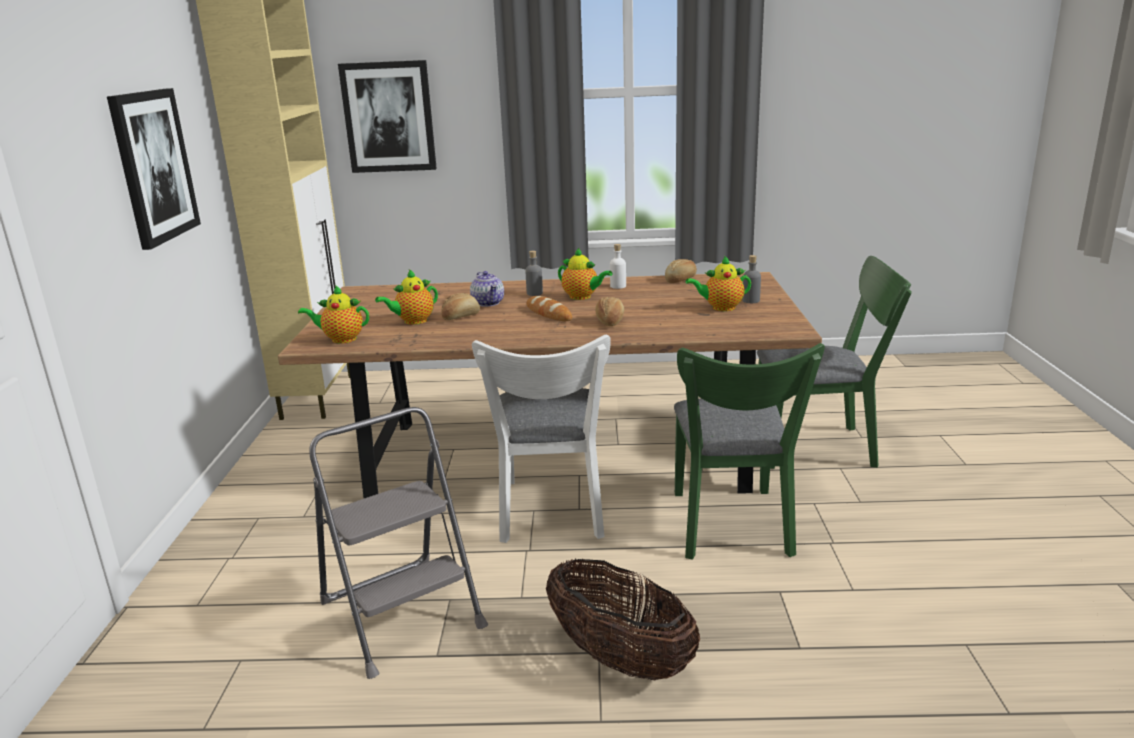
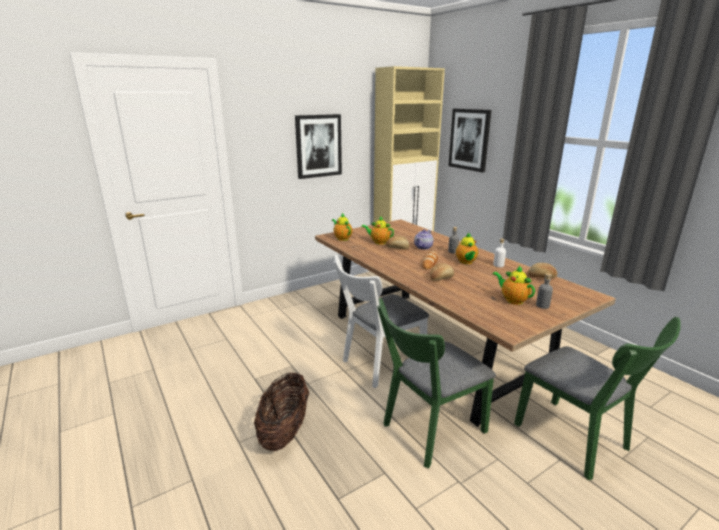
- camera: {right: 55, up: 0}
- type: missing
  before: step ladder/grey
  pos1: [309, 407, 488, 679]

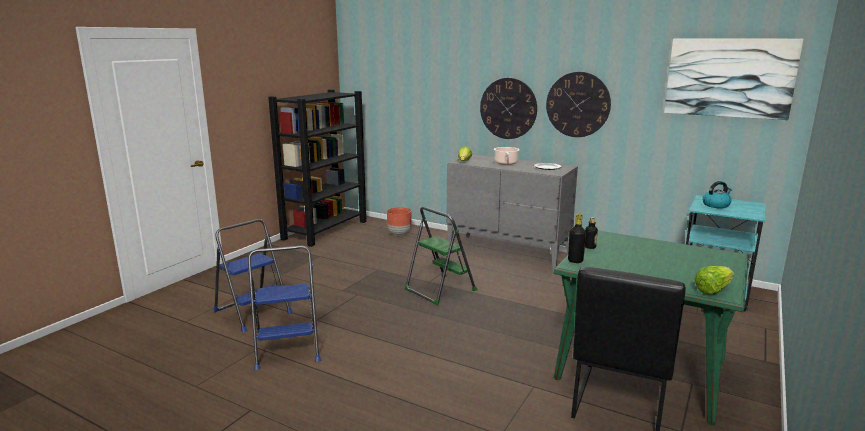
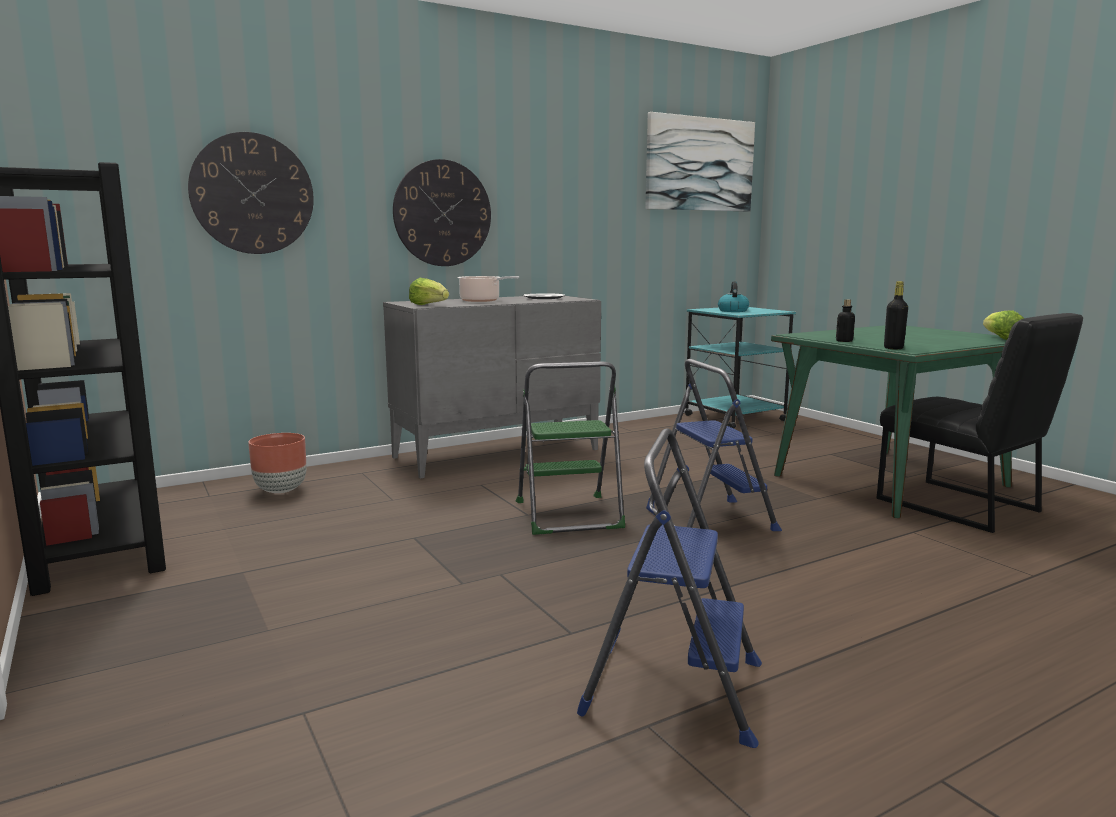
- camera: {right: -60, up: -5}
- type: relocated
  before: step ladder/blue
  pos1: [214, 219, 293, 332]
  pos2: [646, 359, 782, 531]
- type: relocated
  before: wall clock
  pos1: [546, 72, 611, 137]
  pos2: [188, 132, 314, 254]

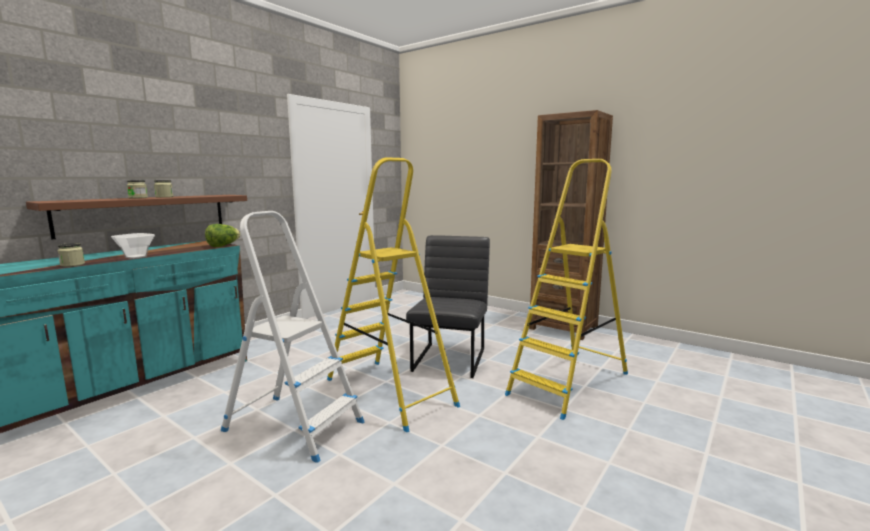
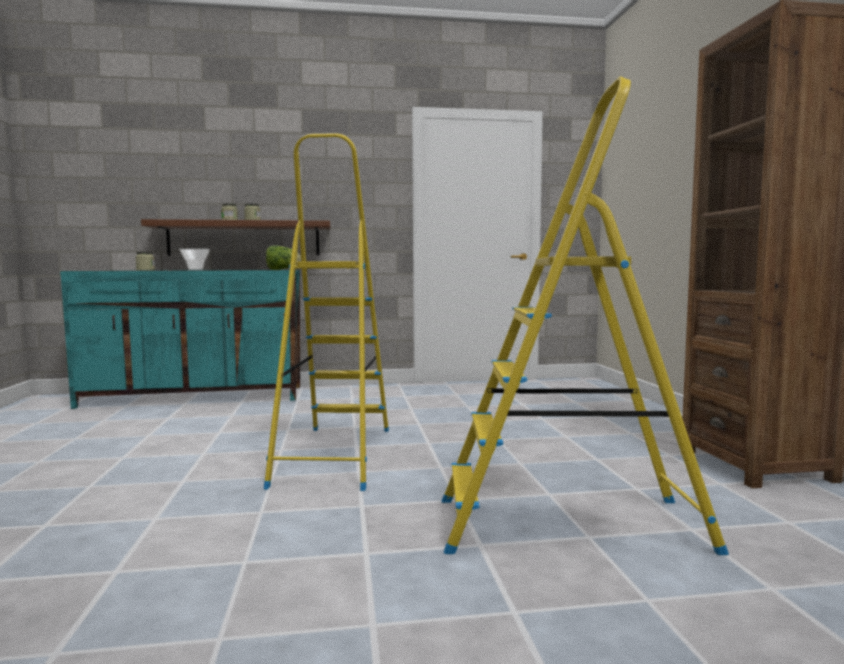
- camera: {right: 45, up: -5}
- type: missing
  before: step ladder/white
  pos1: [221, 211, 365, 463]
- type: missing
  before: chair/grey
  pos1: [406, 235, 490, 378]

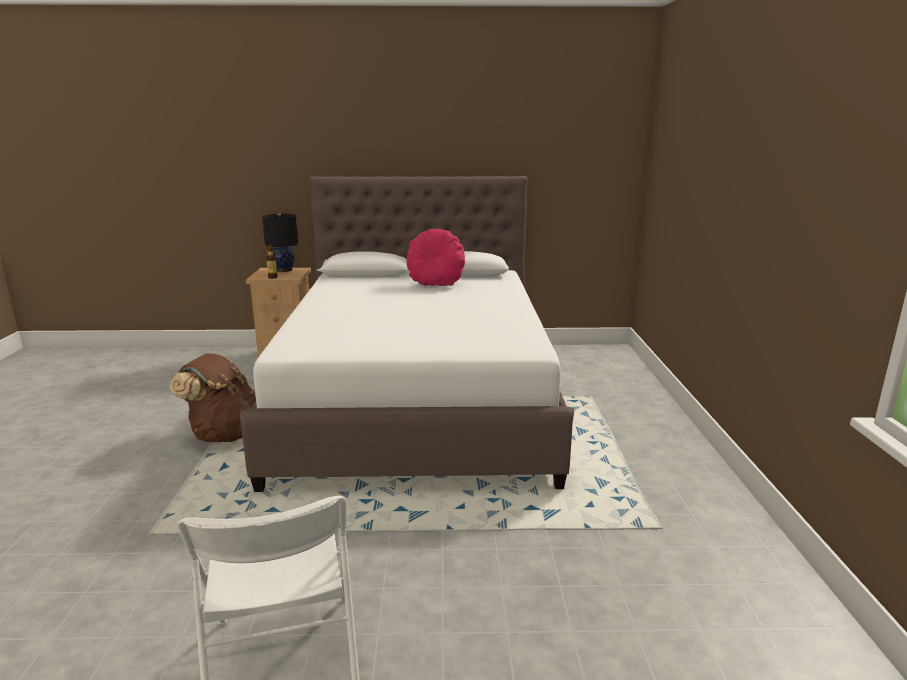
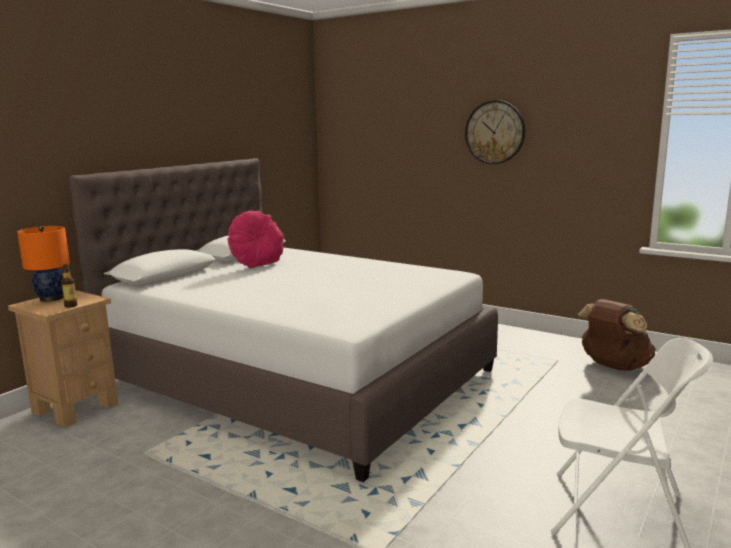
- camera: {right: -55, up: -5}
- type: appeared
  after: wall clock
  pos2: [465, 100, 525, 164]
- type: relocated
  before: backpack/brown
  pos1: [169, 354, 256, 442]
  pos2: [577, 299, 656, 371]
- type: colour
  before: table lamp/black
  after: table lamp/orange
  pos1: [262, 213, 298, 272]
  pos2: [17, 226, 70, 302]

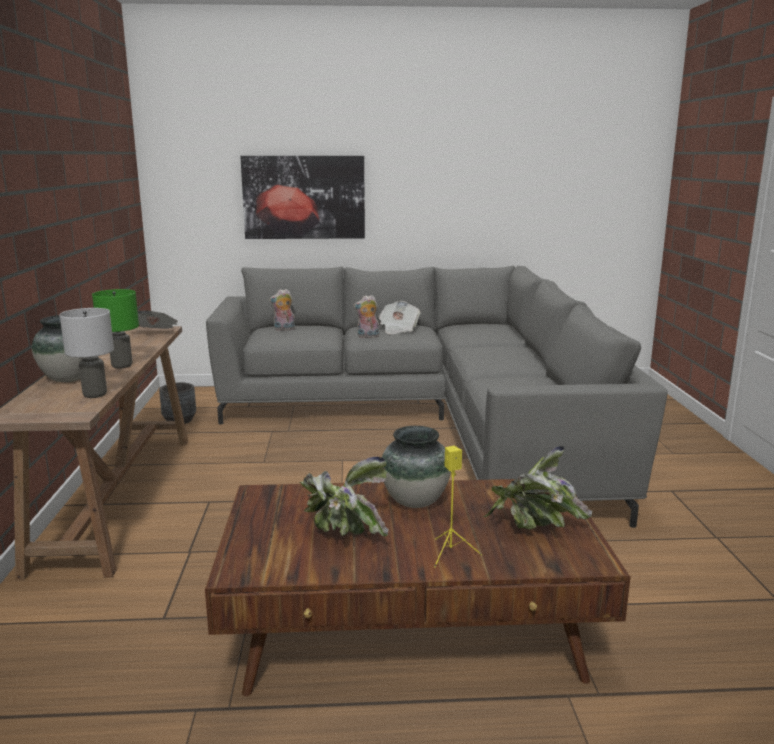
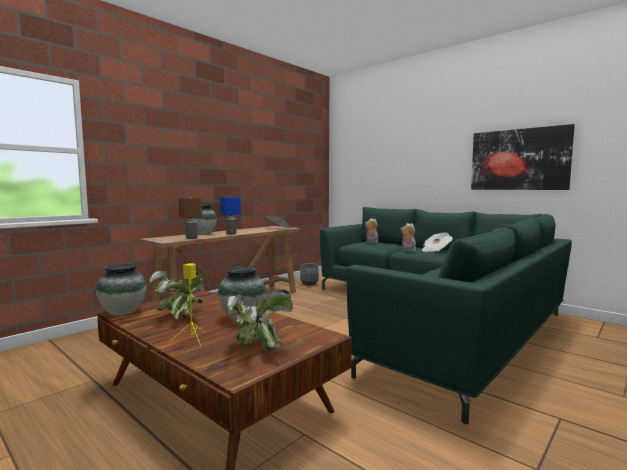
- camera: {right: 45, up: -10}
- type: appeared
  after: vase
  pos2: [96, 264, 147, 315]
- type: relocated
  before: picture
  pos1: [240, 156, 365, 239]
  pos2: [471, 124, 575, 190]
- type: colour
  before: table lamp/white
  after: table lamp/brown
  pos1: [59, 308, 114, 398]
  pos2: [179, 197, 202, 239]
- type: colour
  before: table lamp/green
  after: table lamp/blue
  pos1: [92, 289, 139, 369]
  pos2: [220, 196, 241, 235]
- type: colour
  before: sofa/grey
  after: sofa/green
  pos1: [206, 266, 668, 528]
  pos2: [320, 207, 572, 424]

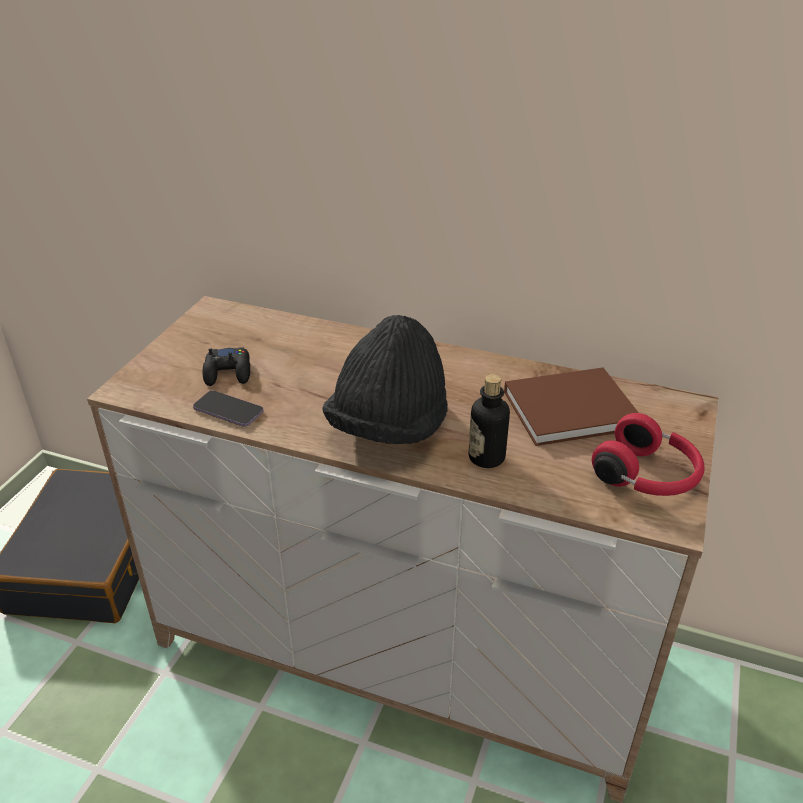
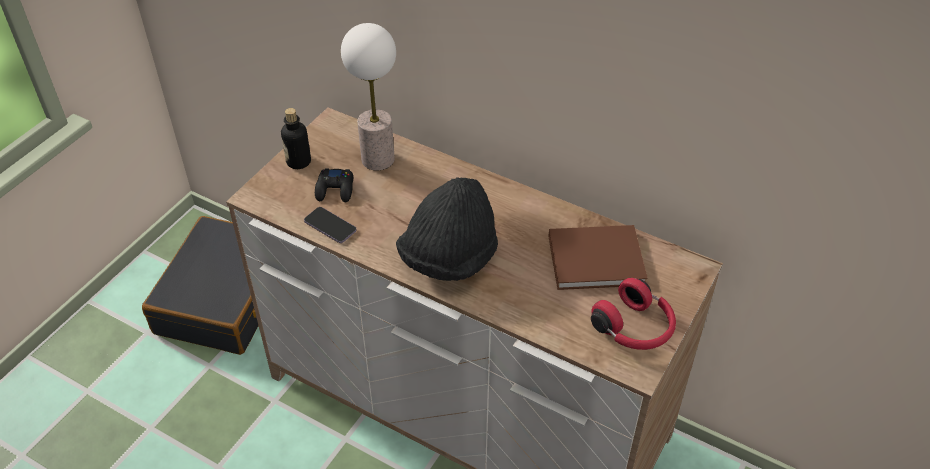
- camera: {right: 10, up: 10}
- type: appeared
  after: table lamp
  pos2: [341, 23, 396, 170]
- type: relocated
  before: bottle
  pos1: [468, 374, 510, 468]
  pos2: [281, 108, 311, 169]

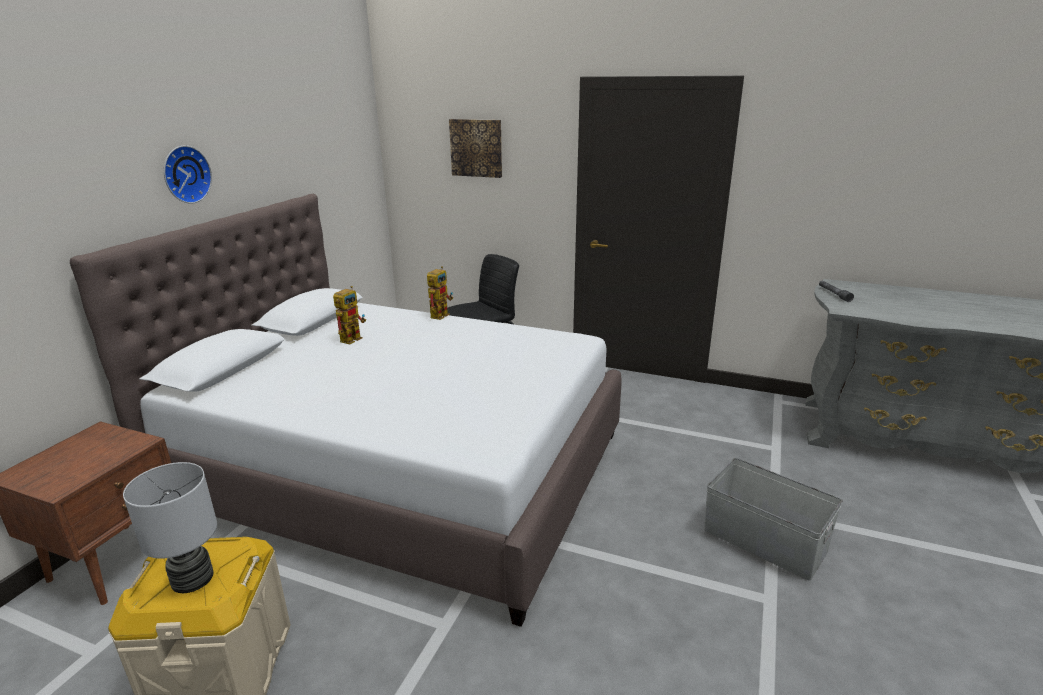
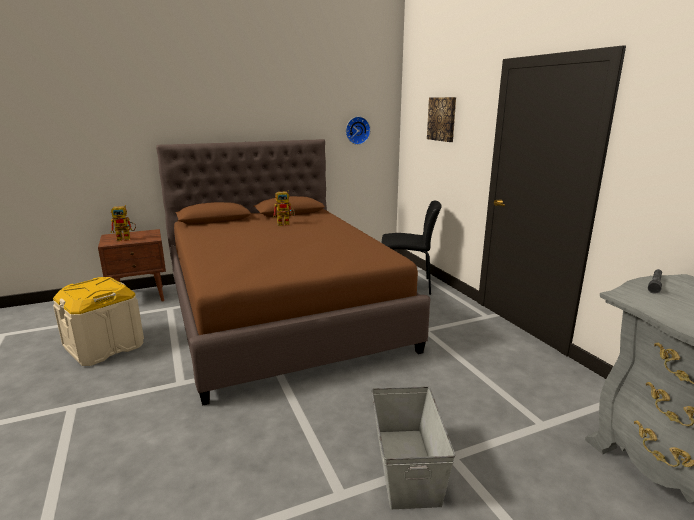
- camera: {right: 45, up: -5}
- type: missing
  before: table lamp/grey
  pos1: [123, 462, 217, 593]
- type: relocated
  before: wall clock
  pos1: [164, 145, 212, 204]
  pos2: [346, 116, 371, 145]
- type: relocated
  before: toy robot
  pos1: [427, 266, 453, 320]
  pos2: [111, 205, 136, 241]
- type: colour
  before: bed/white
  after: bed/brown
  pos1: [70, 194, 622, 627]
  pos2: [156, 139, 430, 406]

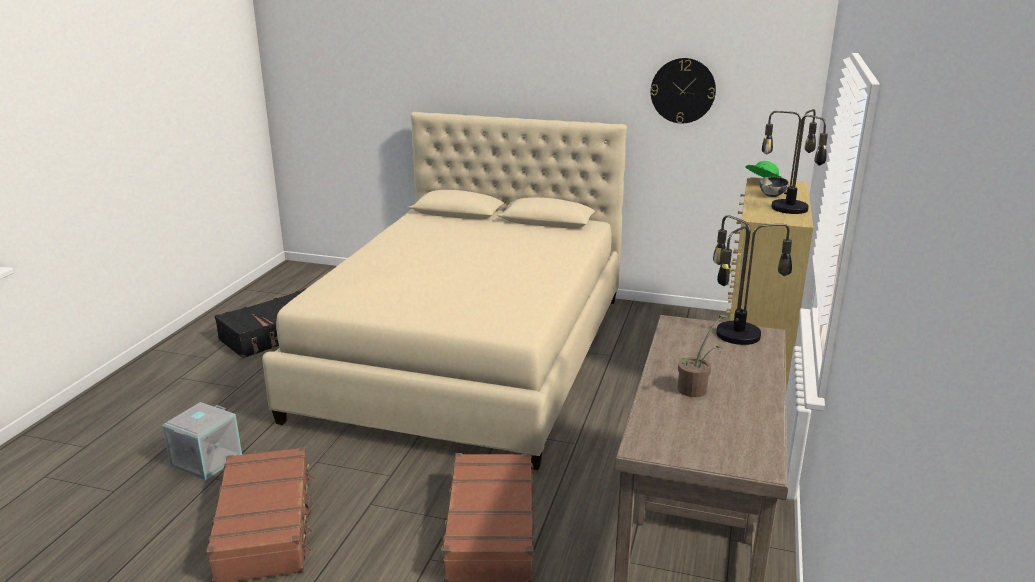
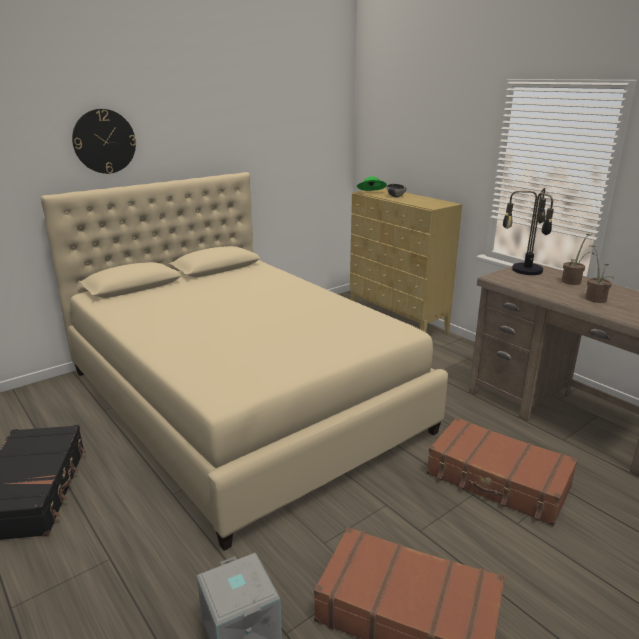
- camera: {right: -55, up: 0}
- type: missing
  before: table lamp
  pos1: [762, 109, 828, 214]
- type: appeared
  after: potted plant
  pos2: [562, 234, 594, 285]
- type: relocated
  before: wall clock
  pos1: [651, 58, 716, 123]
  pos2: [72, 109, 136, 174]

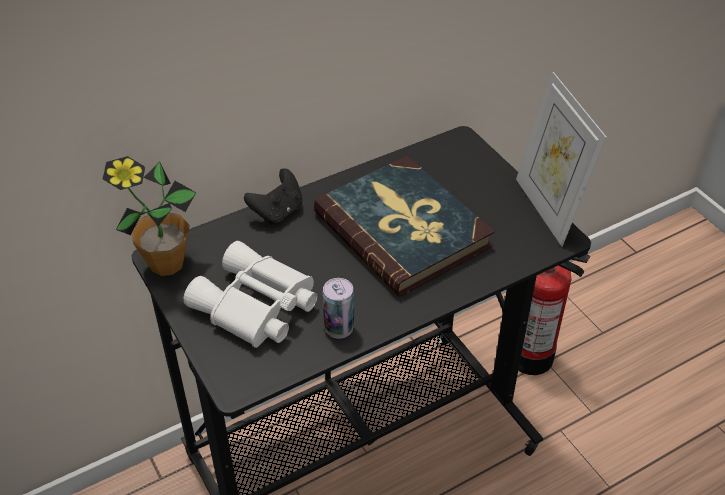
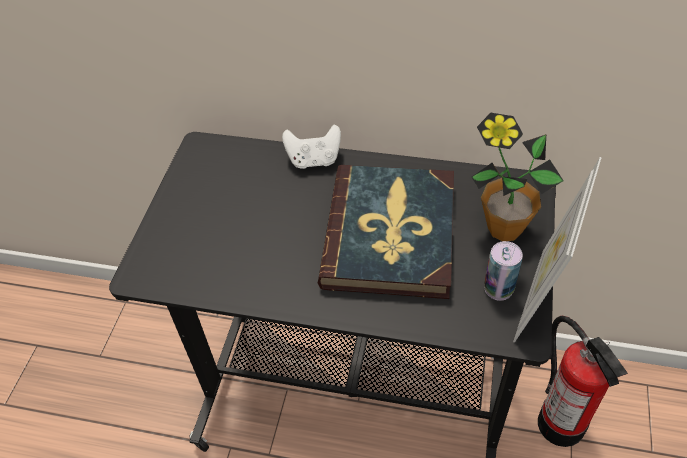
- camera: {right: 45, up: 5}
- type: missing
  before: binoculars/white
  pos1: [184, 241, 317, 348]
- type: relocated
  before: potted plant
  pos1: [103, 156, 196, 276]
  pos2: [472, 113, 563, 241]
- type: relocated
  before: can
  pos1: [322, 278, 354, 339]
  pos2: [484, 241, 523, 301]
- type: colour
  before: game controller/black
  after: game controller/white
  pos1: [244, 168, 303, 225]
  pos2: [282, 125, 341, 169]

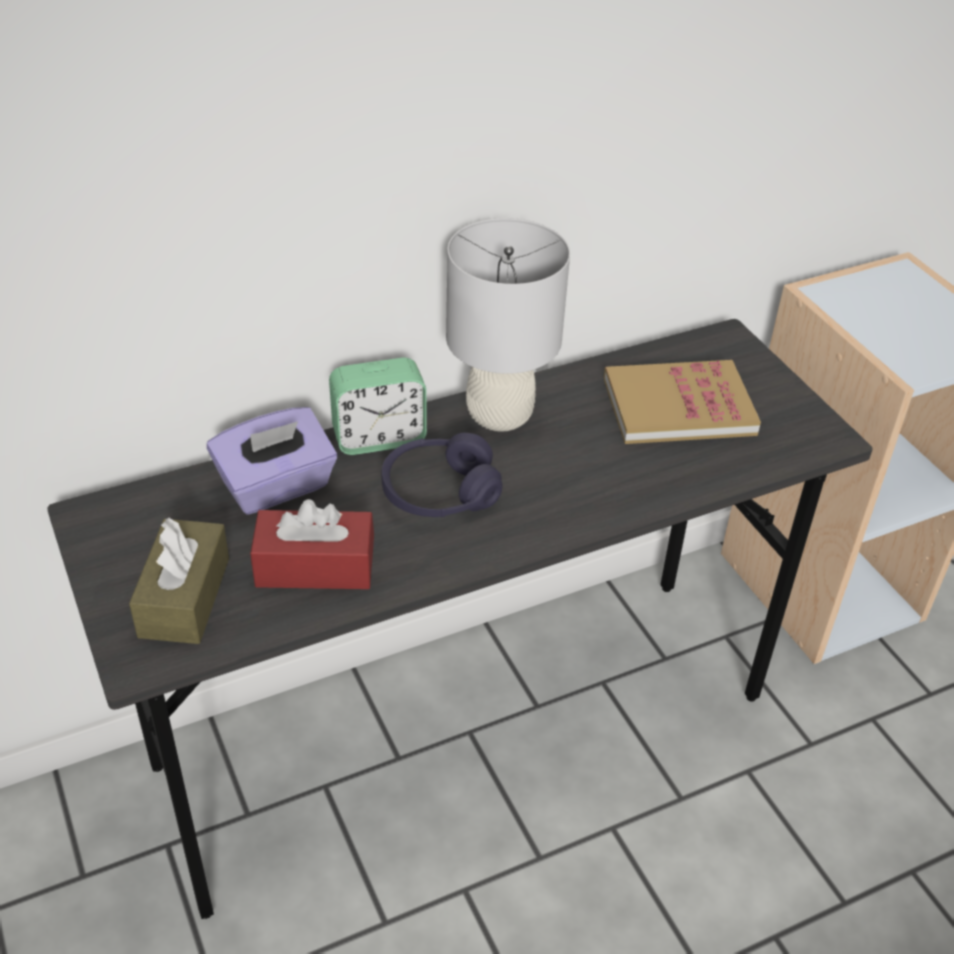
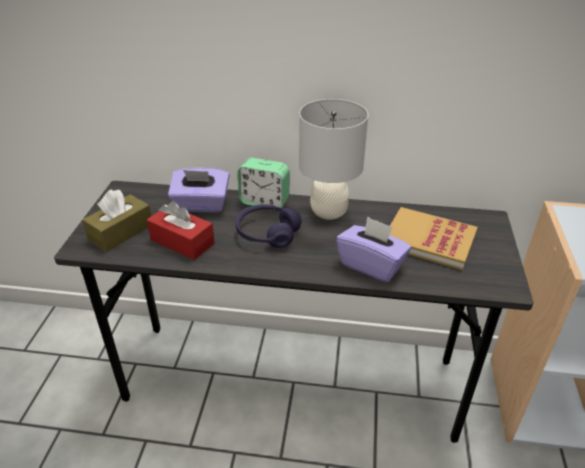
- camera: {right: 35, up: -5}
- type: appeared
  after: tissue box/purple
  pos2: [336, 216, 412, 282]

